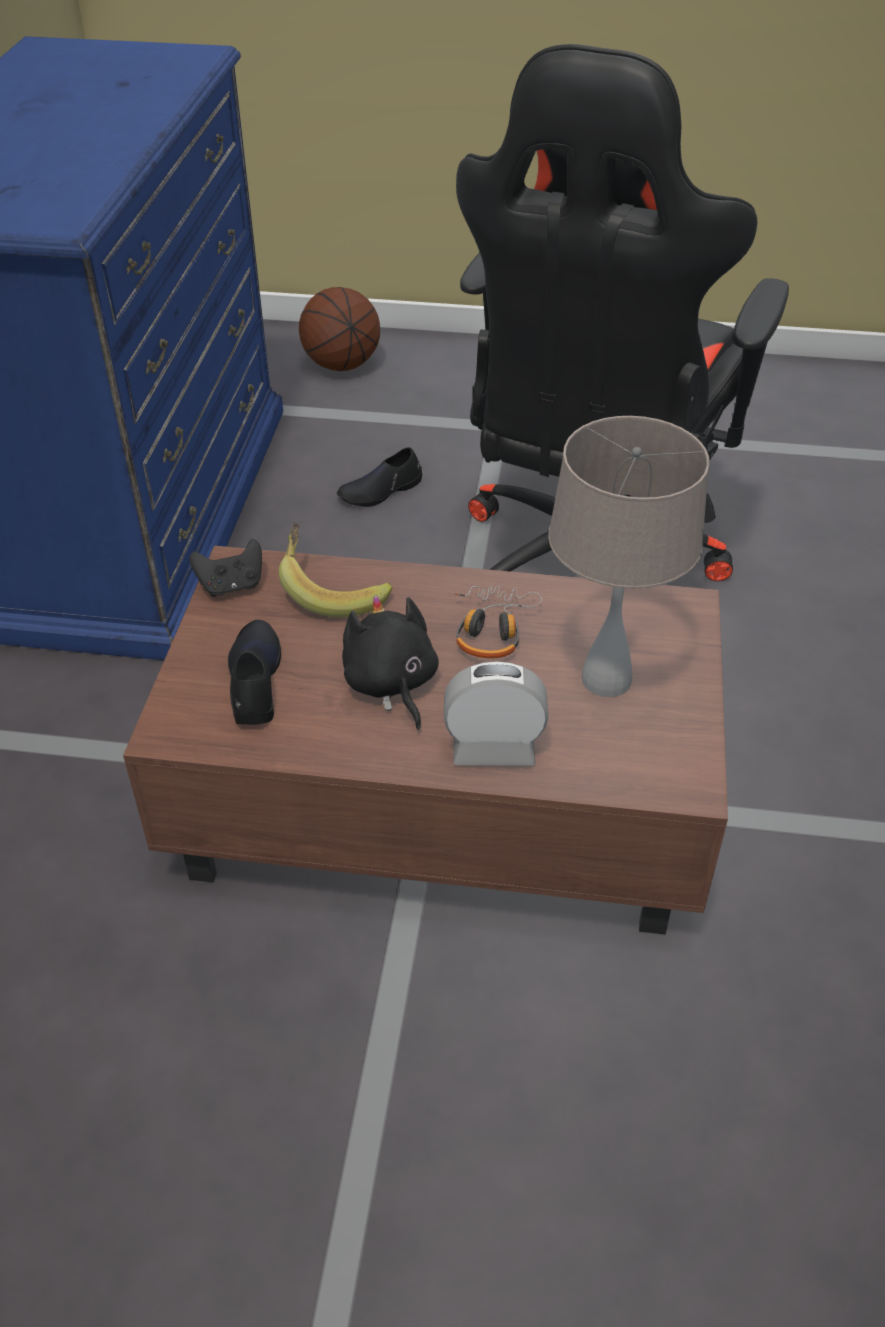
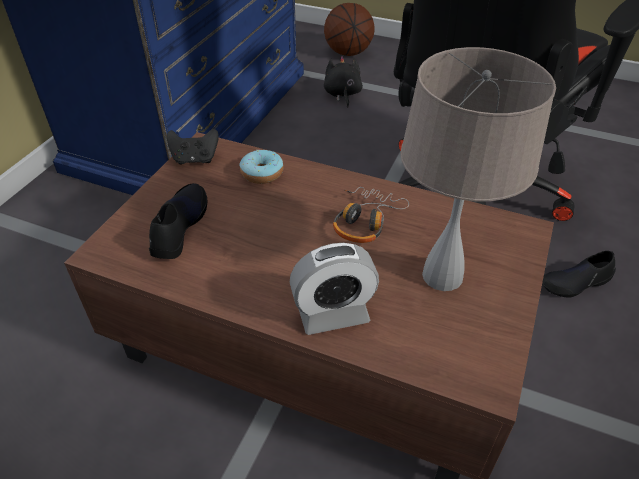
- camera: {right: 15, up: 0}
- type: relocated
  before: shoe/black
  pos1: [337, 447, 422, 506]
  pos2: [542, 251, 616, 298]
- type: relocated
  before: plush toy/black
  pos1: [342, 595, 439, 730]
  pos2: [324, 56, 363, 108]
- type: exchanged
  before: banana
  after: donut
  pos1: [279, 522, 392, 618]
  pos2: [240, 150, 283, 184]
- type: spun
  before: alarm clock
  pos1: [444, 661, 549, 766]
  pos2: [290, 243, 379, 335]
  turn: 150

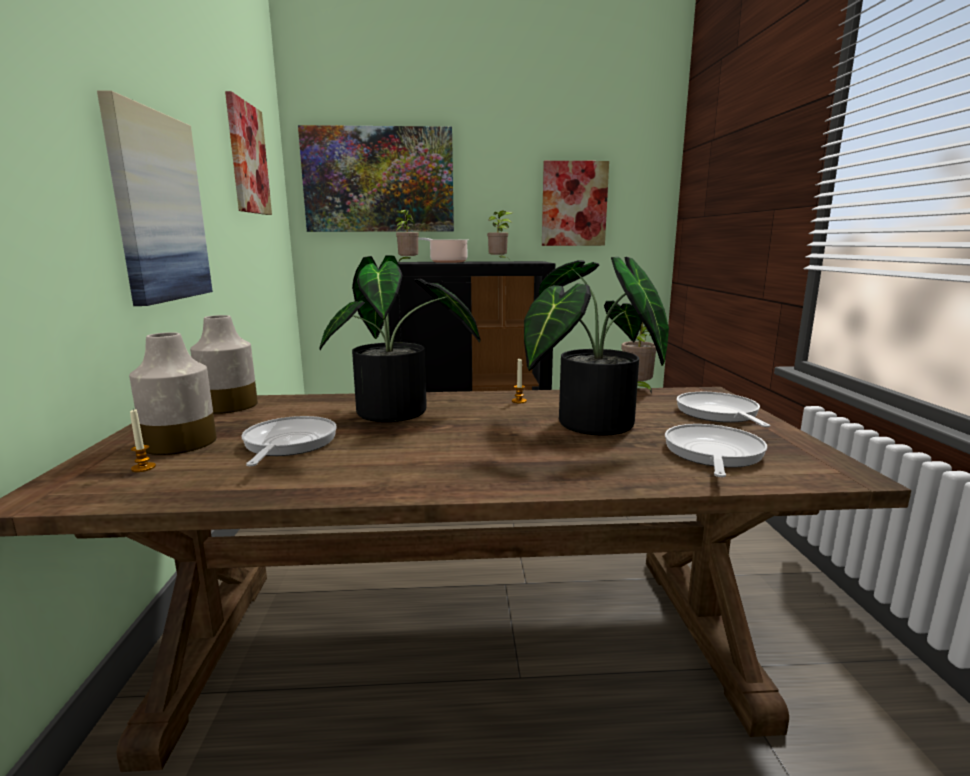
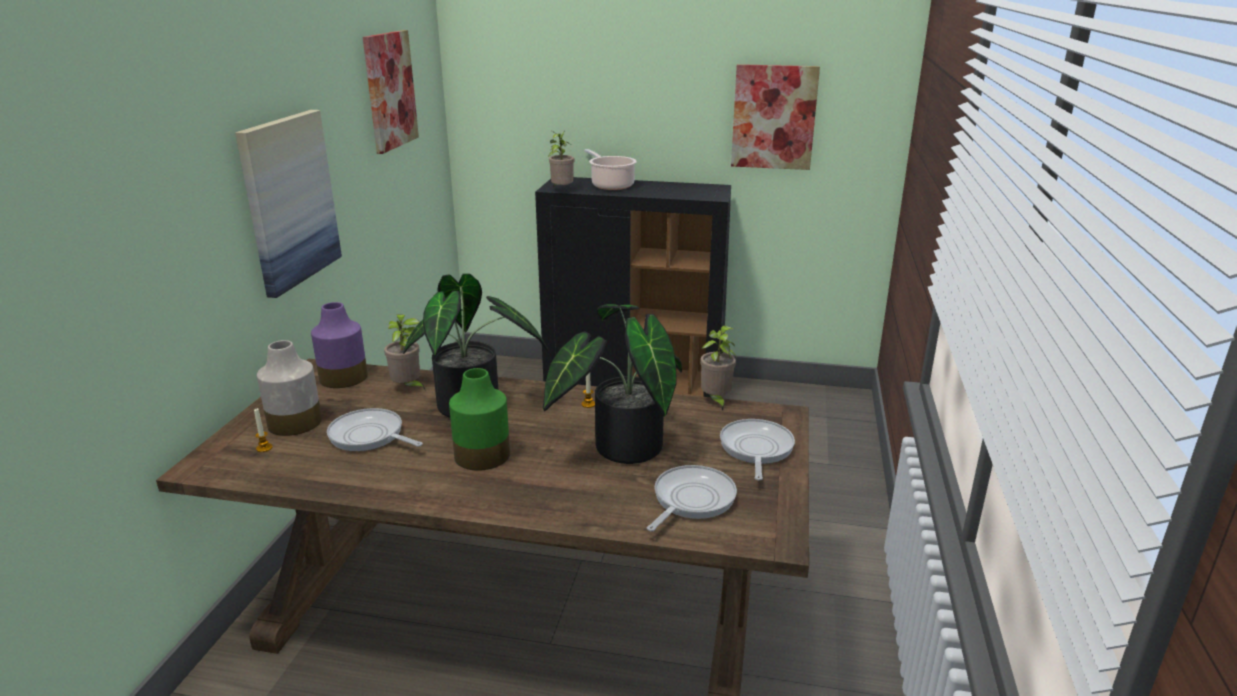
- camera: {right: 15, up: 10}
- type: missing
  before: picture
  pos1: [298, 125, 454, 232]
- type: appeared
  after: vase/green
  pos2: [449, 368, 510, 471]
- type: relocated
  before: potted plant
  pos1: [487, 211, 513, 260]
  pos2: [384, 314, 426, 391]
- type: colour
  before: vase/beige
  after: vase/purple
  pos1: [190, 315, 258, 414]
  pos2: [311, 302, 368, 388]
- type: spun
  before: frying pan
  pos1: [241, 416, 337, 466]
  pos2: [327, 408, 423, 451]
  turn: -75

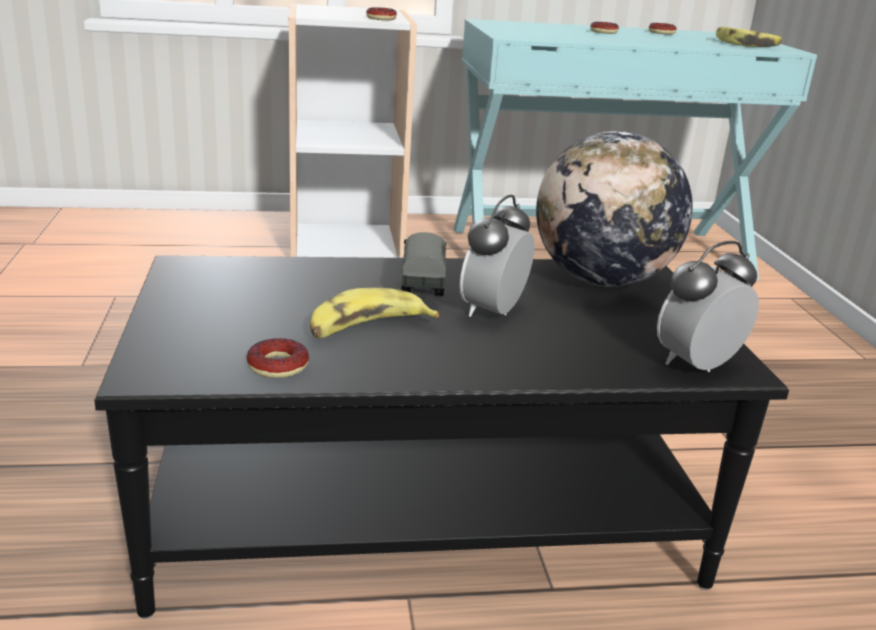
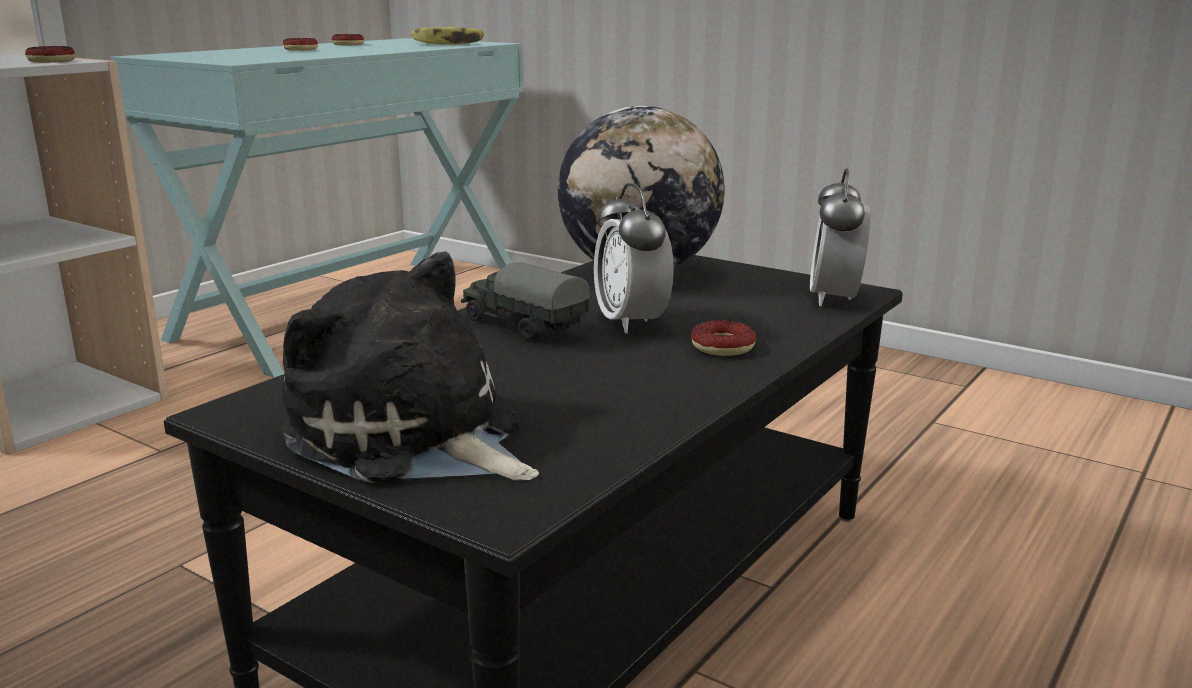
- camera: {right: -45, up: -5}
- type: missing
  before: banana
  pos1: [310, 288, 439, 338]
- type: appeared
  after: plush toy
  pos2: [282, 251, 539, 483]
- type: relocated
  before: donut
  pos1: [246, 338, 309, 378]
  pos2: [691, 320, 756, 356]

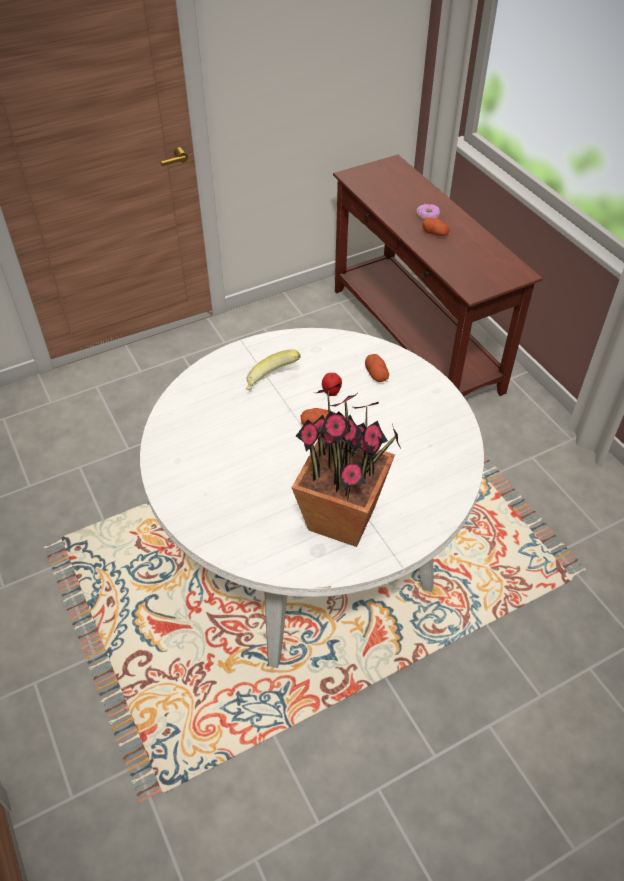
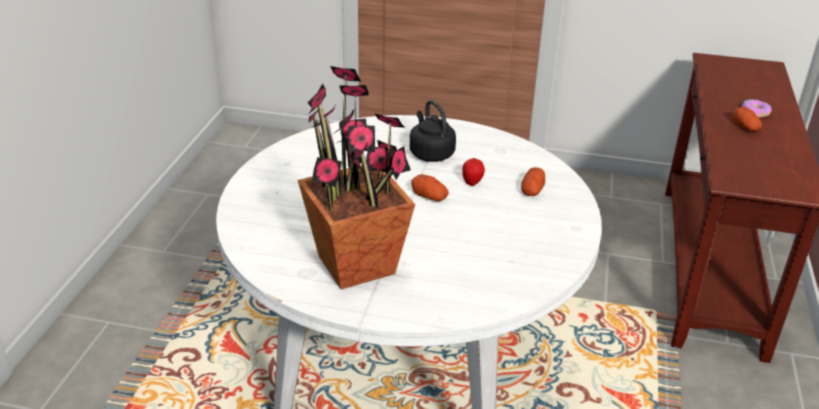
- camera: {right: 40, up: -15}
- type: exchanged
  before: banana
  after: kettle/black
  pos1: [246, 349, 300, 390]
  pos2: [410, 100, 456, 162]

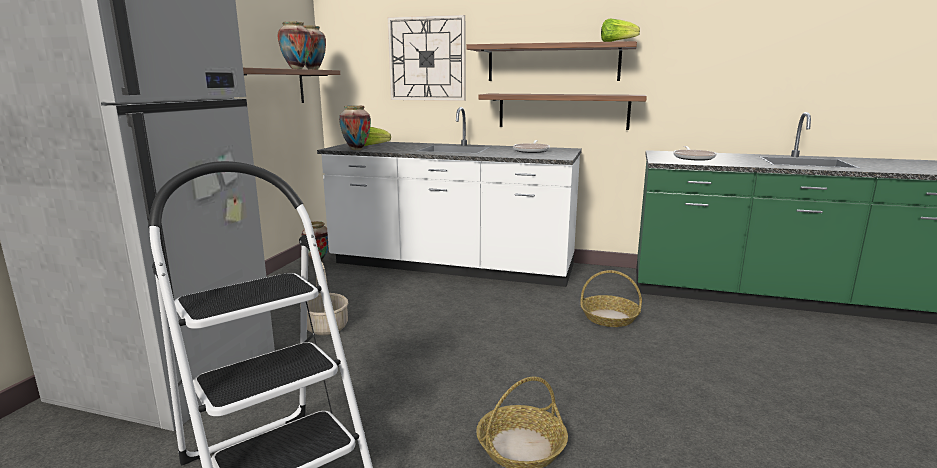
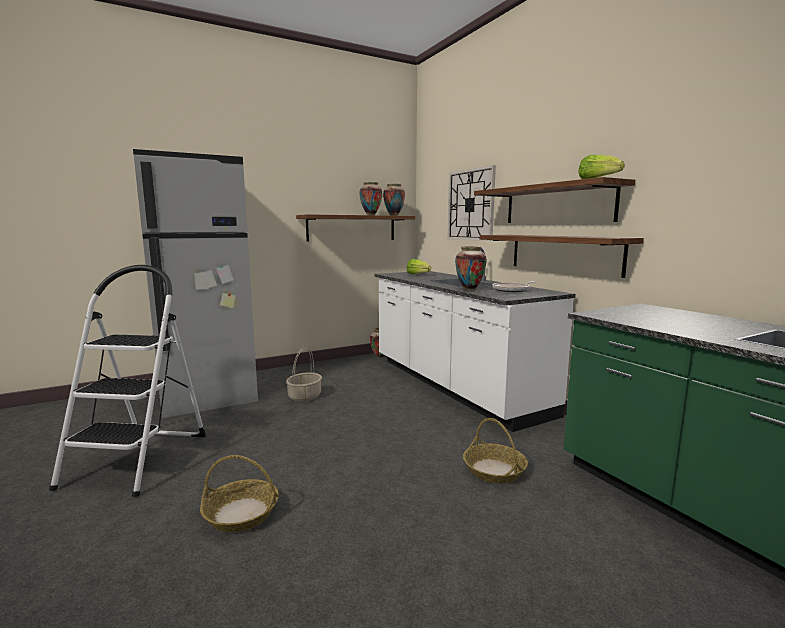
- camera: {right: 45, up: -5}
- type: missing
  before: frying pan
  pos1: [673, 146, 717, 161]
- type: relocated
  before: vase
  pos1: [339, 106, 371, 150]
  pos2: [455, 247, 487, 291]

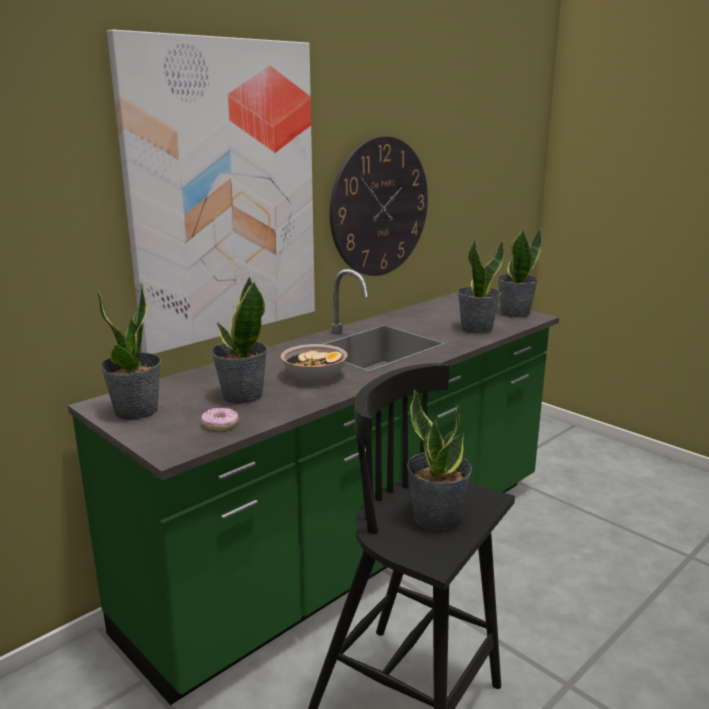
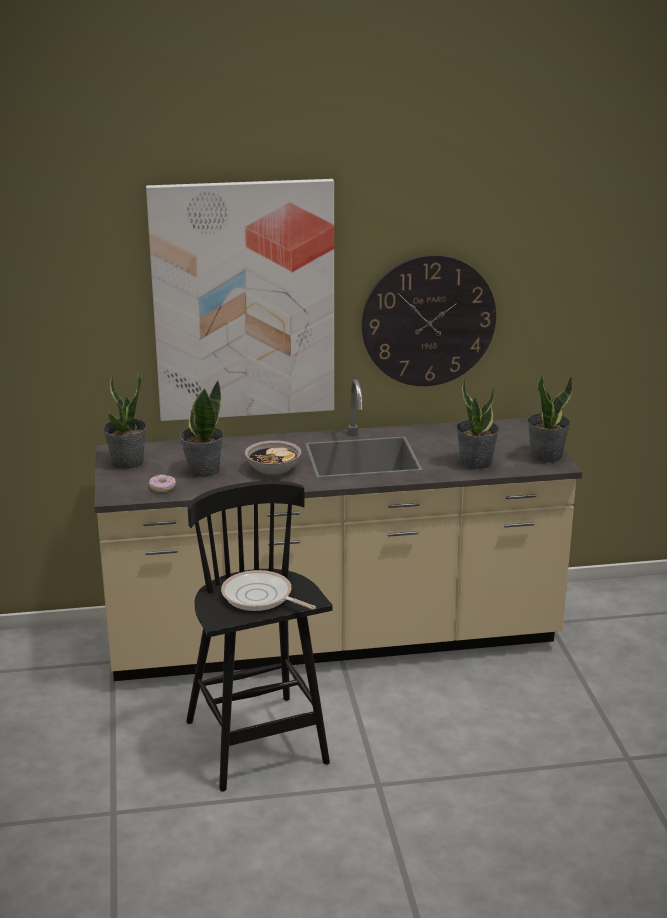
- camera: {right: 35, up: 5}
- type: exchanged
  before: potted plant
  after: frying pan
  pos1: [407, 389, 472, 530]
  pos2: [221, 570, 316, 611]
- type: colour
  before: counter/green
  after: counter/beige
  pos1: [68, 269, 559, 705]
  pos2: [94, 379, 582, 681]

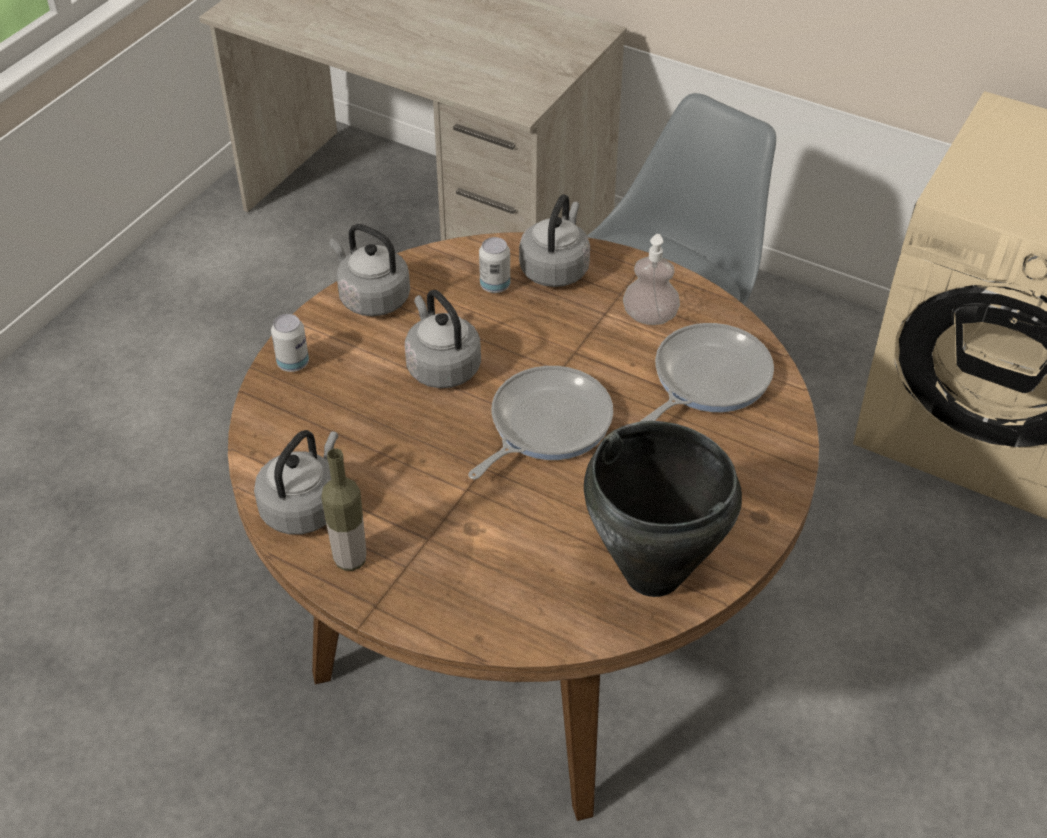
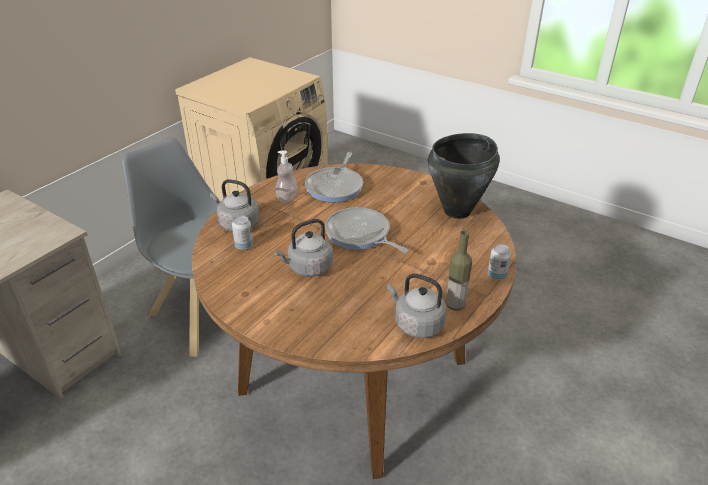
- camera: {right: -85, up: -10}
- type: missing
  before: kettle/grey
  pos1: [330, 224, 410, 316]
- type: relocated
  before: can
  pos1: [271, 314, 309, 372]
  pos2: [488, 244, 511, 280]
- type: spun
  before: frying pan
  pos1: [640, 323, 774, 422]
  pos2: [305, 152, 363, 202]
  turn: -120

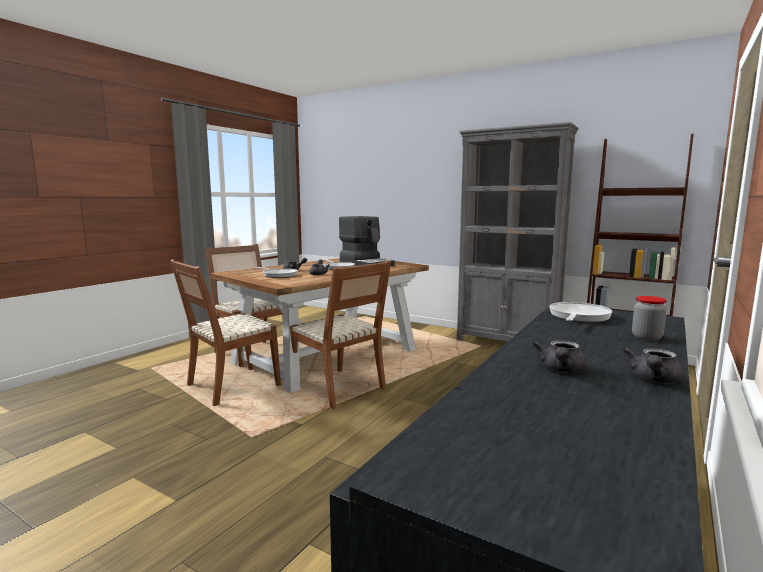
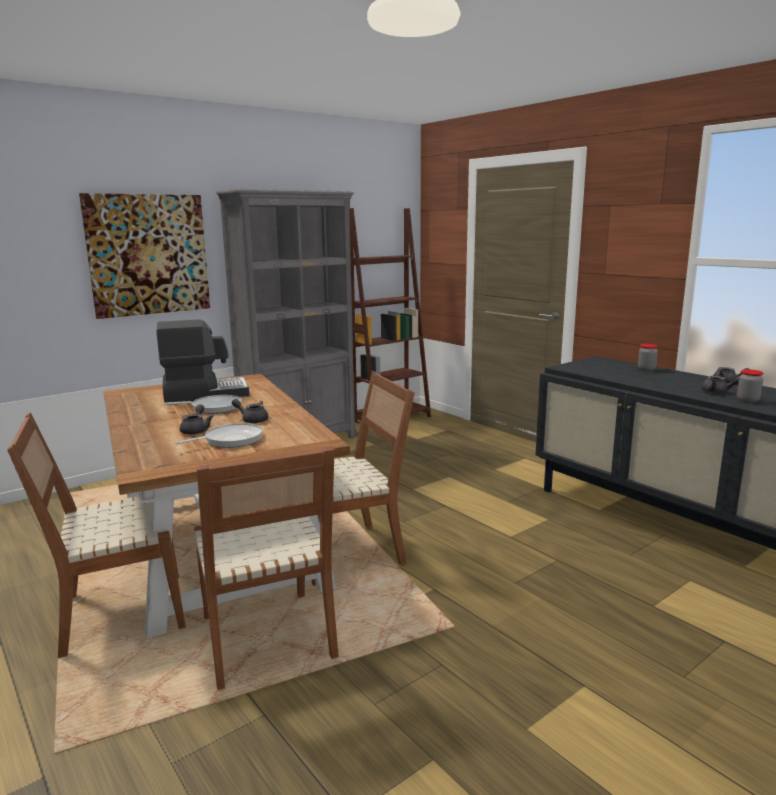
- camera: {right: -70, up: 5}
- type: missing
  before: frying pan
  pos1: [549, 302, 612, 323]
- type: appeared
  after: picture
  pos2: [79, 193, 210, 319]
- type: appeared
  after: jar
  pos2: [737, 369, 763, 403]

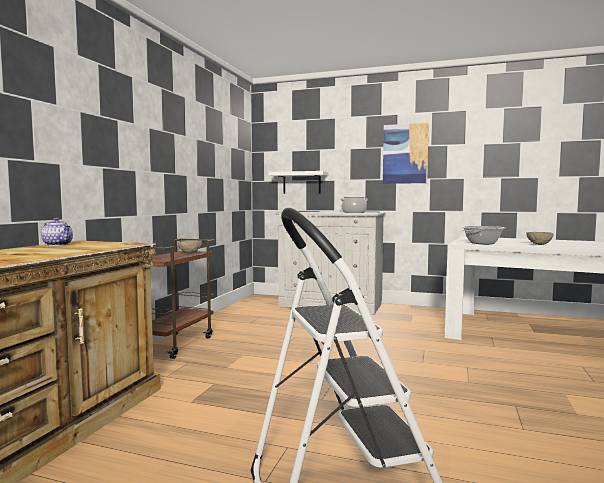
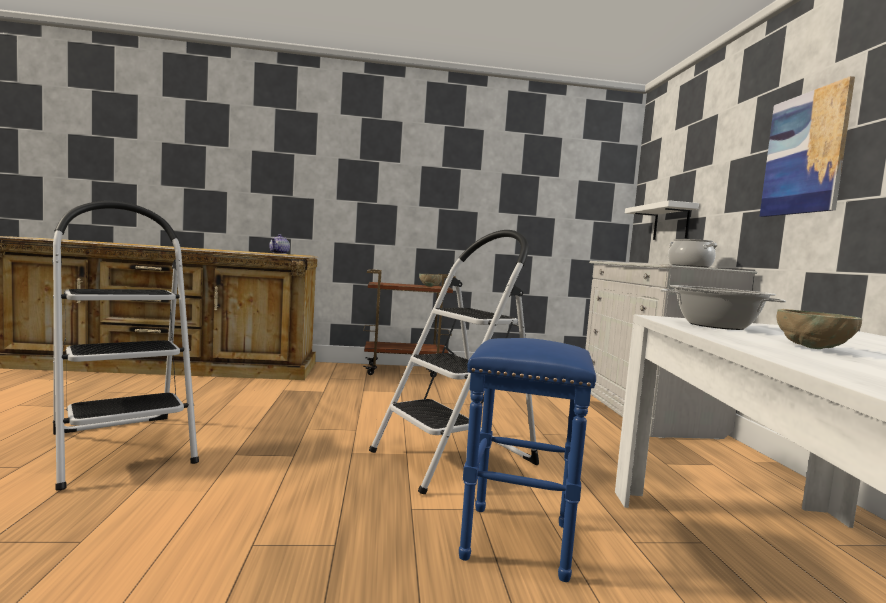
- camera: {right: 65, up: 0}
- type: appeared
  after: step ladder
  pos2: [369, 230, 539, 494]
- type: appeared
  after: stool/blue
  pos2: [459, 338, 596, 582]

